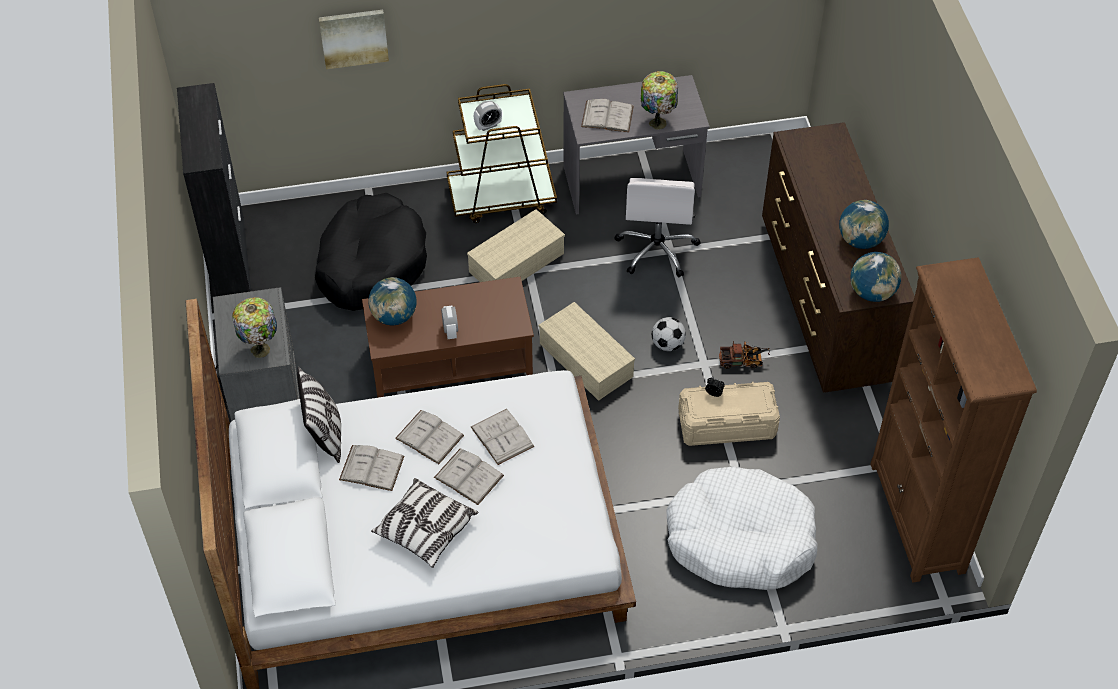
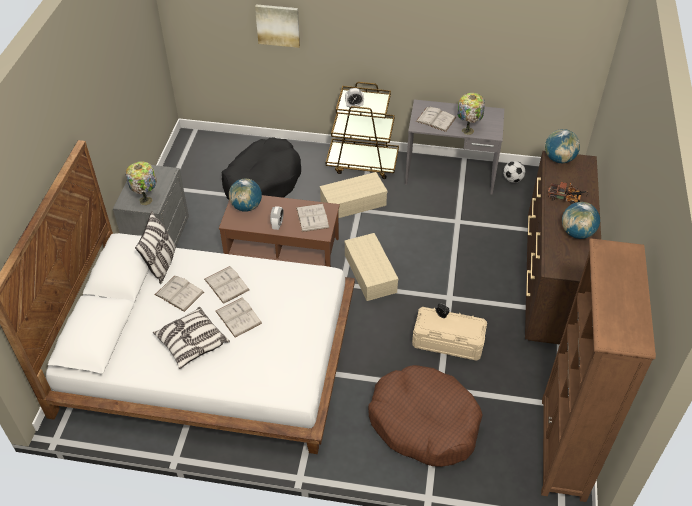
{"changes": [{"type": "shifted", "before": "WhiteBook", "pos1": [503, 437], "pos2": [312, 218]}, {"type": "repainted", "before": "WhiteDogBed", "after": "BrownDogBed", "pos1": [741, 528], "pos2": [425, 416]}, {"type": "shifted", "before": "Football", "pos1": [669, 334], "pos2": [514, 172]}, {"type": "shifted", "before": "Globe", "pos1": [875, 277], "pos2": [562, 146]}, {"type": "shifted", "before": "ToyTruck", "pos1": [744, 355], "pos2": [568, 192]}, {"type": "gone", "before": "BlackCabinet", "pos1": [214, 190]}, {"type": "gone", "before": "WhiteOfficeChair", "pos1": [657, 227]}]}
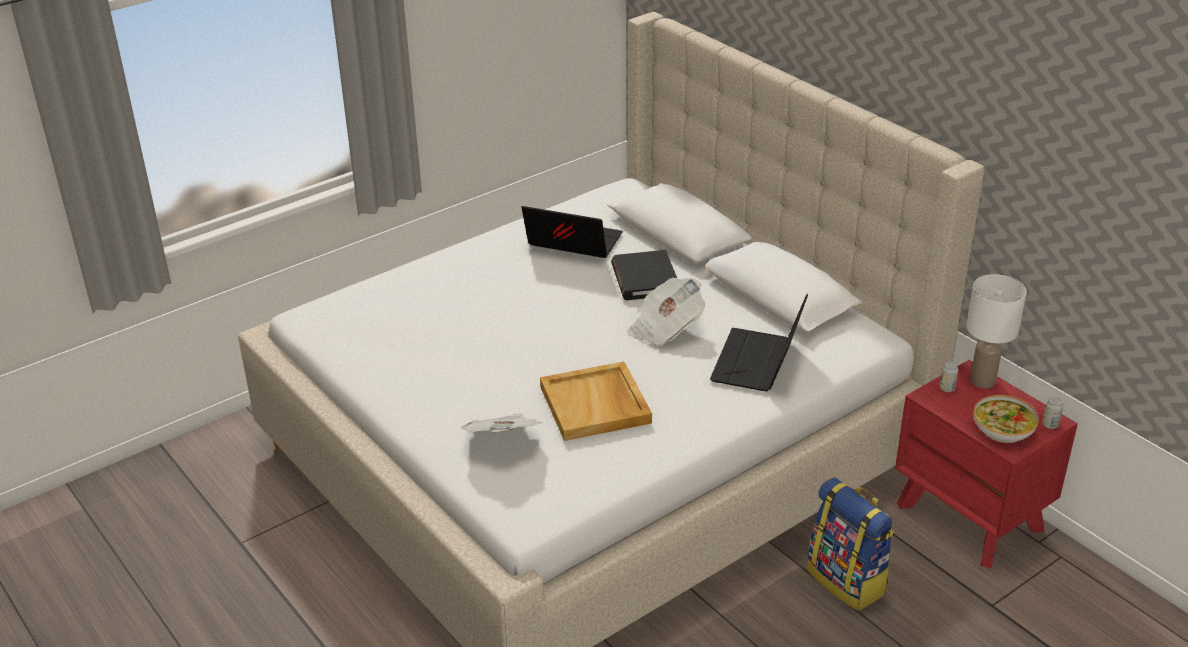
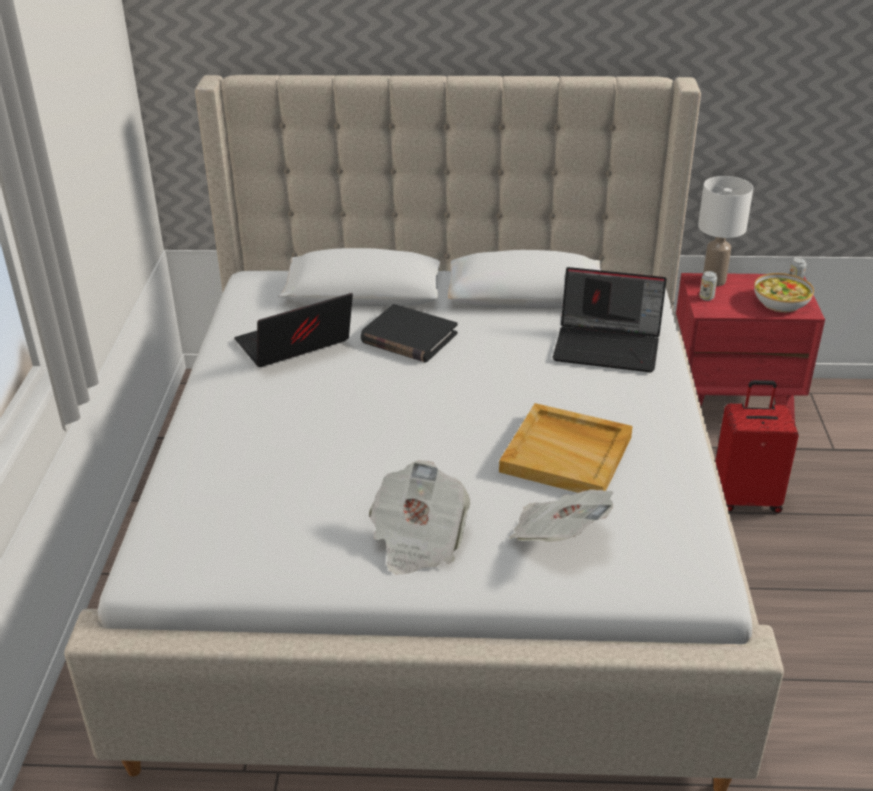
{"changes": [{"type": "shifted", "before": "Newspaper", "pos1": [666, 312], "pos2": [420, 517]}, {"type": "rotated", "before": "Laptop", "pos1": [759, 343], "pos2": [610, 319], "turn": -45}, {"type": "swapped", "before": "Backpack", "after": "RedSuitcase", "pos1": [851, 544], "pos2": [757, 446]}]}
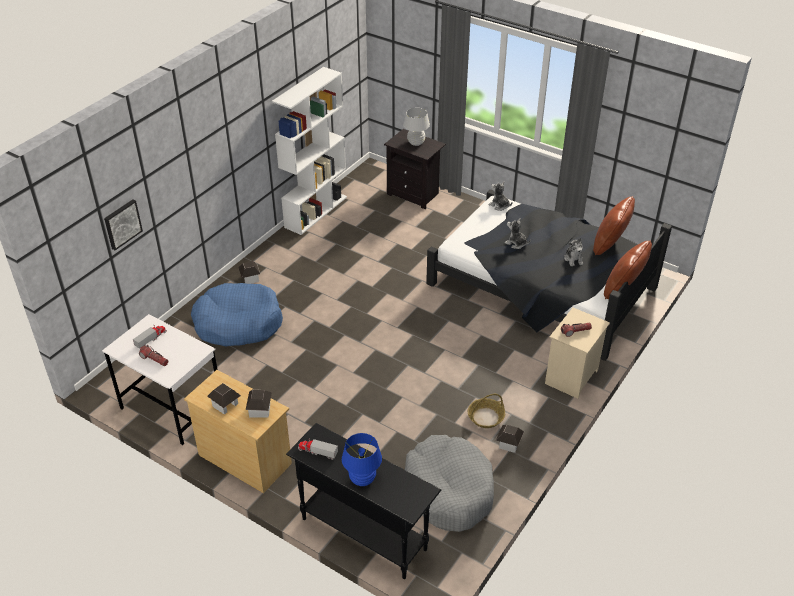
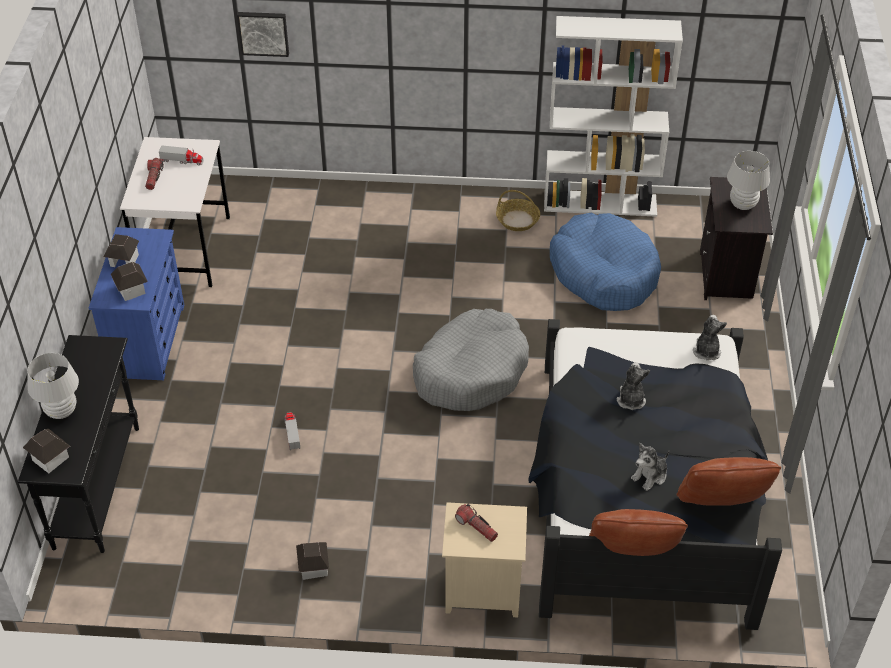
{"changes": [{"type": "shifted", "before": "ToyHouse", "pos1": [249, 272], "pos2": [46, 451]}, {"type": "repainted", "before": "BlueTableLamp", "after": "WhiteTableLamp", "pos1": [362, 459], "pos2": [53, 386]}, {"type": "repainted", "before": "BeigeDresser", "after": "BlueDresser", "pos1": [238, 431], "pos2": [136, 303]}, {"type": "shifted", "before": "ToyTruck", "pos1": [318, 449], "pos2": [292, 431]}, {"type": "shifted", "before": "GreyDogBed", "pos1": [449, 483], "pos2": [471, 360]}, {"type": "shifted", "before": "Basket", "pos1": [486, 411], "pos2": [518, 210]}, {"type": "shifted", "before": "BlueDogBed", "pos1": [237, 314], "pos2": [605, 262]}]}
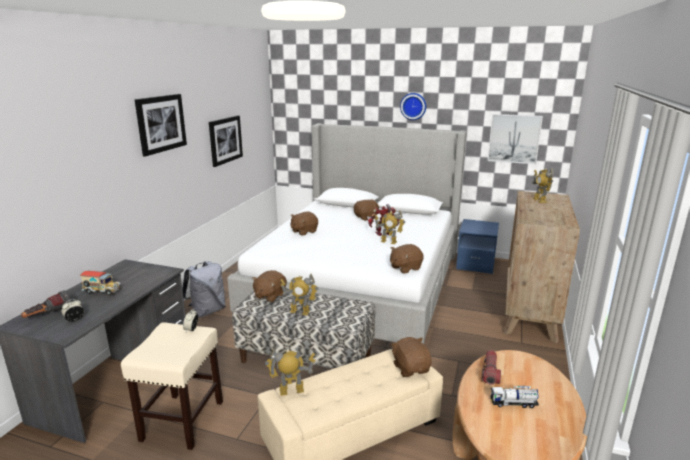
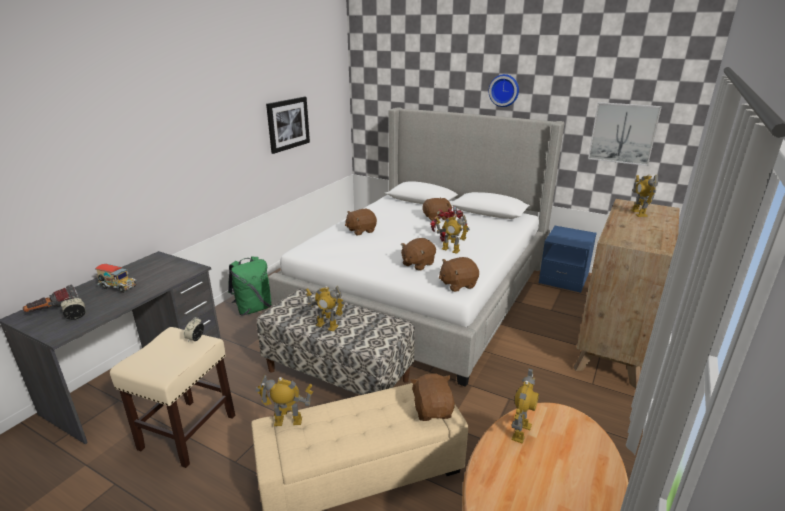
{"changes": [{"type": "repainted", "before": "GreyBackpack", "after": "GreenBackpack", "pos1": [203, 289], "pos2": [250, 285]}, {"type": "shifted", "before": "BrownPlushToy", "pos1": [269, 286], "pos2": [418, 254]}, {"type": "swapped", "before": "Flashlight", "after": "ToyRobot", "pos1": [491, 367], "pos2": [525, 406]}, {"type": "gone", "before": "Picture", "pos1": [161, 125]}, {"type": "gone", "before": "ToyTruck", "pos1": [515, 397]}]}
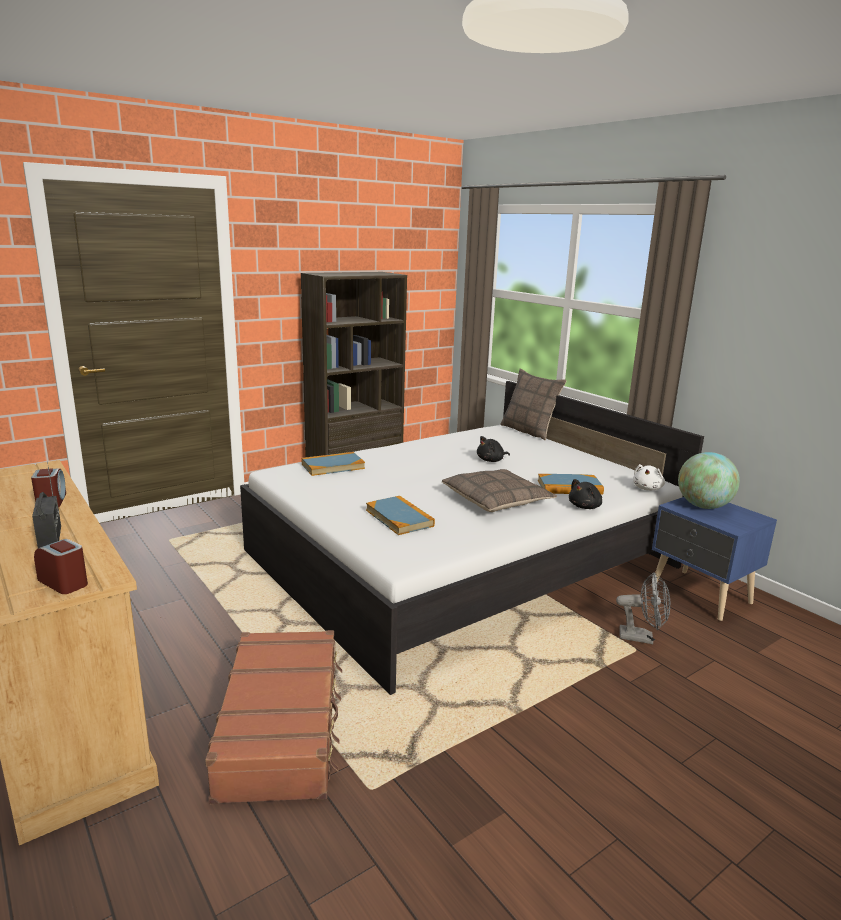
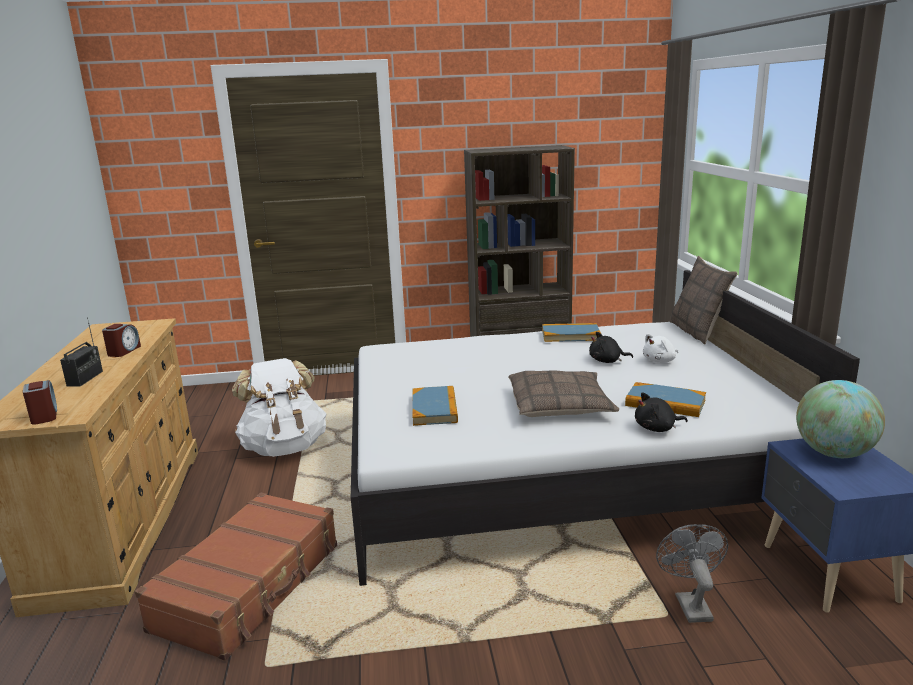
{"changes": [{"type": "new", "after": "WhiteBackpack", "pos2": [279, 407]}, {"type": "shifted", "before": "Book", "pos1": [333, 464], "pos2": [571, 332]}, {"type": "shifted", "before": "WhitePlushToy", "pos1": [649, 477], "pos2": [660, 348]}, {"type": "rotated", "before": "GreyFan", "pos1": [643, 608], "pos2": [692, 573], "turn": -135}]}
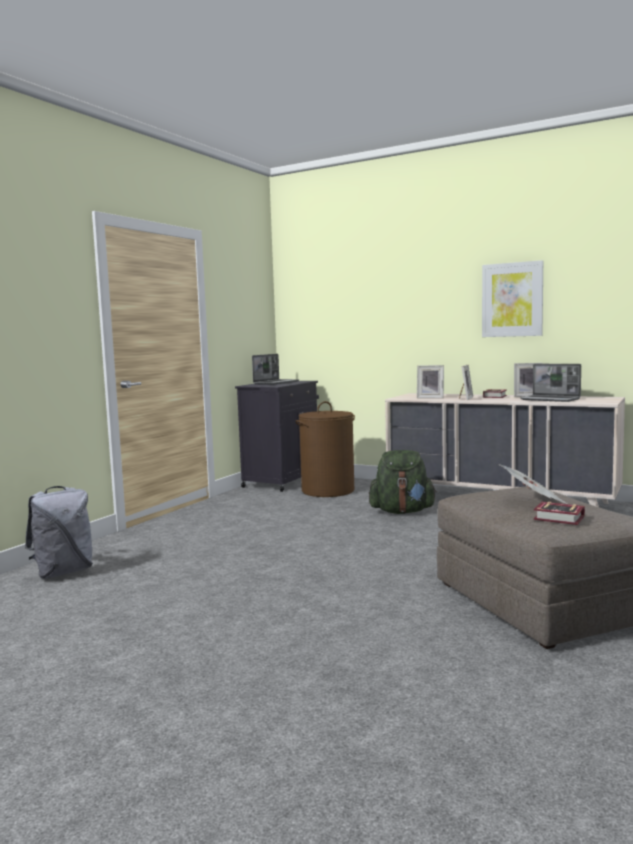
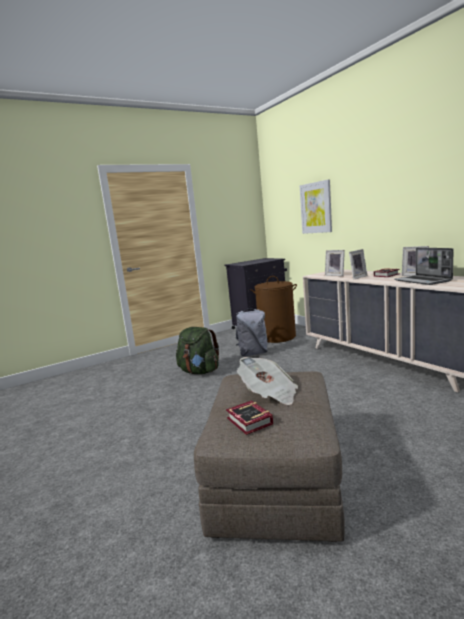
{"changes": [{"type": "shifted", "before": "GreenBackpack", "pos1": [403, 482], "pos2": [197, 350]}, {"type": "shifted", "before": "GreyBackpack", "pos1": [59, 532], "pos2": [252, 332]}, {"type": "shifted", "before": "Picture", "pos1": [512, 298], "pos2": [316, 206]}, {"type": "gone", "before": "Laptop", "pos1": [275, 369]}]}
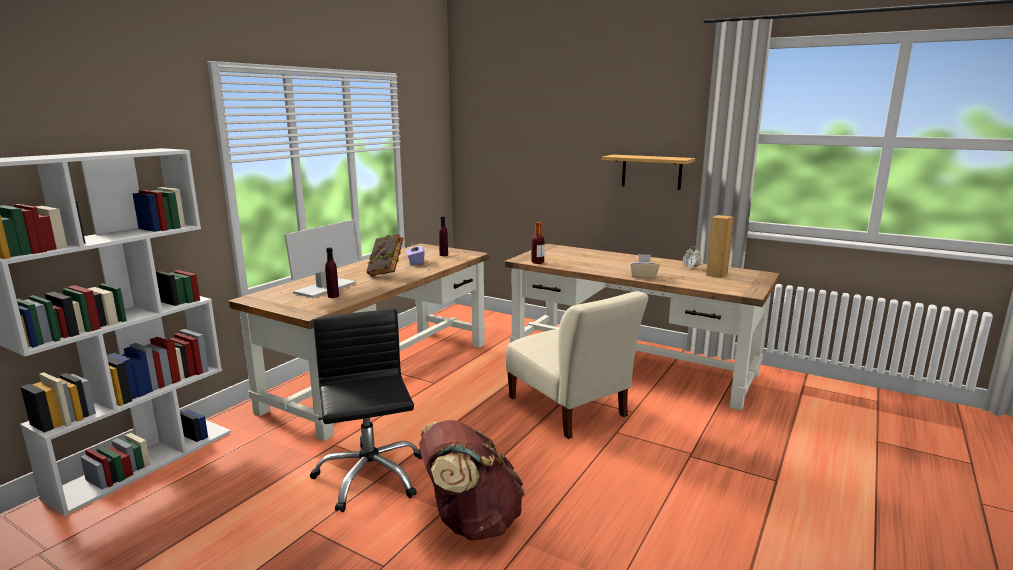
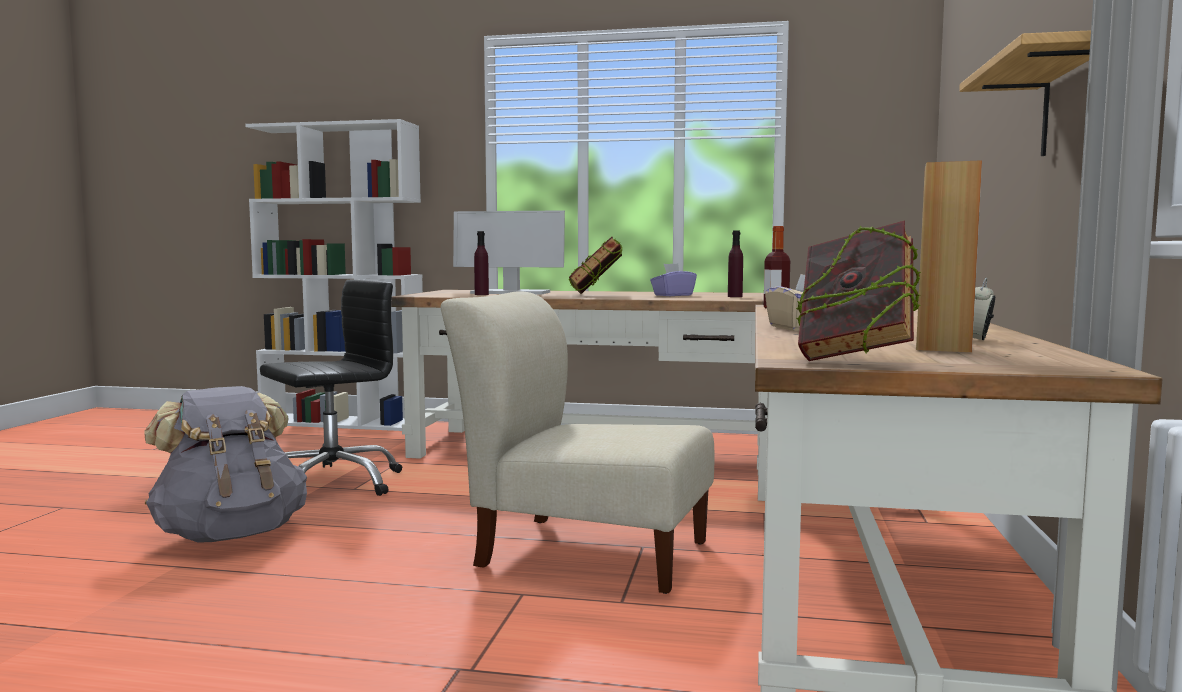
{"changes": [{"type": "repainted", "before": "BrownBackpack", "after": "GreyBackpack", "pos1": [472, 480], "pos2": [225, 464]}, {"type": "rotated", "before": "BeigeChair", "pos1": [577, 365], "pos2": [577, 442], "turn": 75}, {"type": "new", "after": "Book", "pos2": [858, 290]}]}
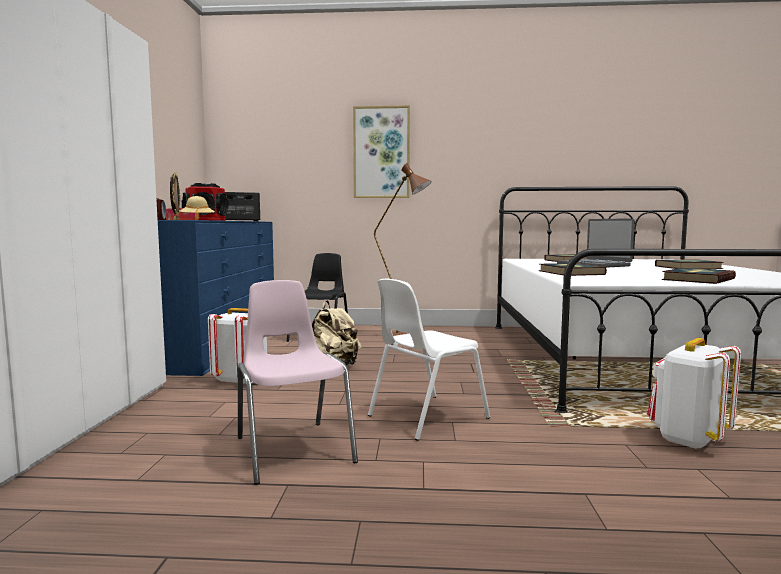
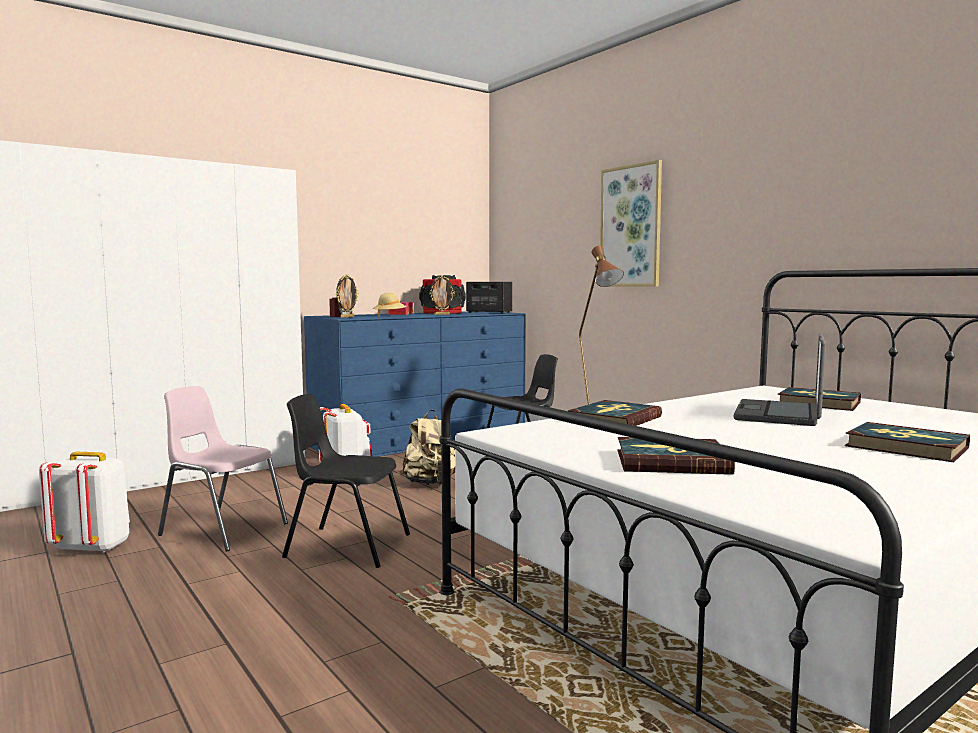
{"changes": [{"type": "shifted", "before": "WhiteBackpack", "pos1": [694, 394], "pos2": [84, 502]}, {"type": "rotated", "before": "PinkChair", "pos1": [298, 382], "pos2": [223, 469], "turn": -90}, {"type": "repainted", "before": "WhiteChair", "after": "BlackChair", "pos1": [429, 360], "pos2": [346, 481]}, {"type": "new", "after": "PictureFrame", "pos2": [442, 295]}]}
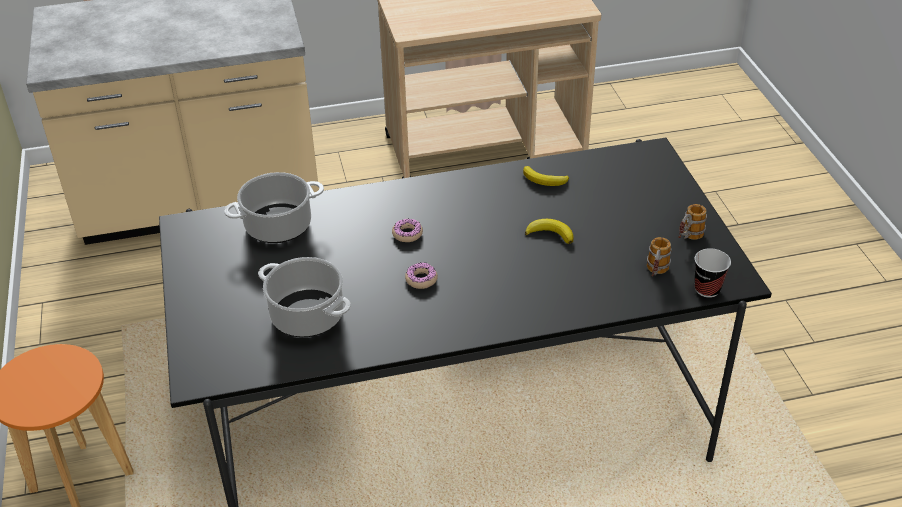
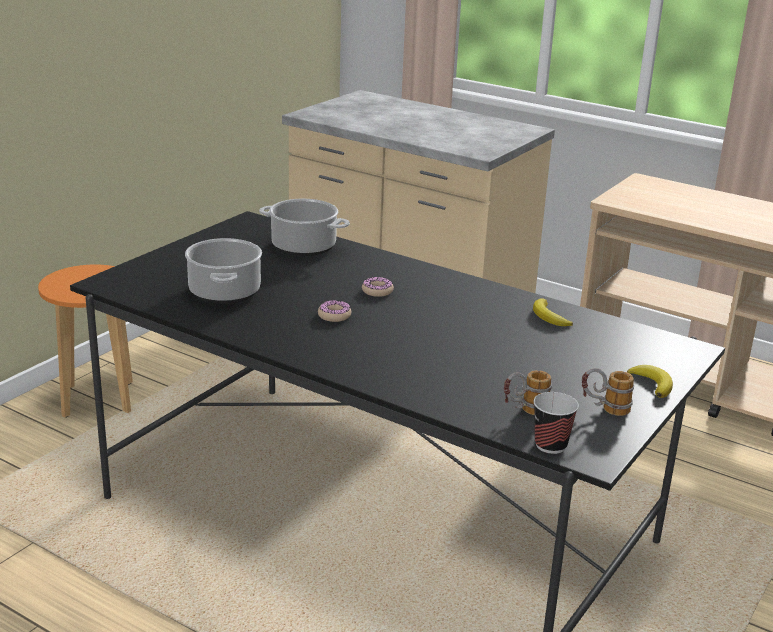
{"changes": [{"type": "shifted", "before": "Banana", "pos1": [549, 231], "pos2": [650, 381]}]}
